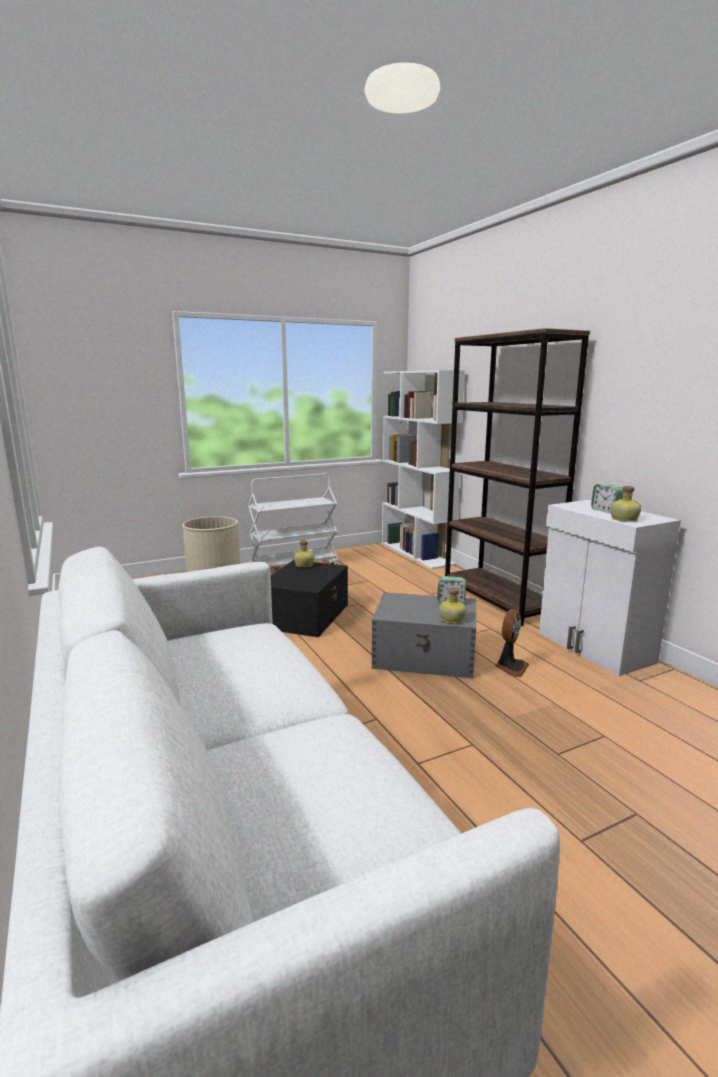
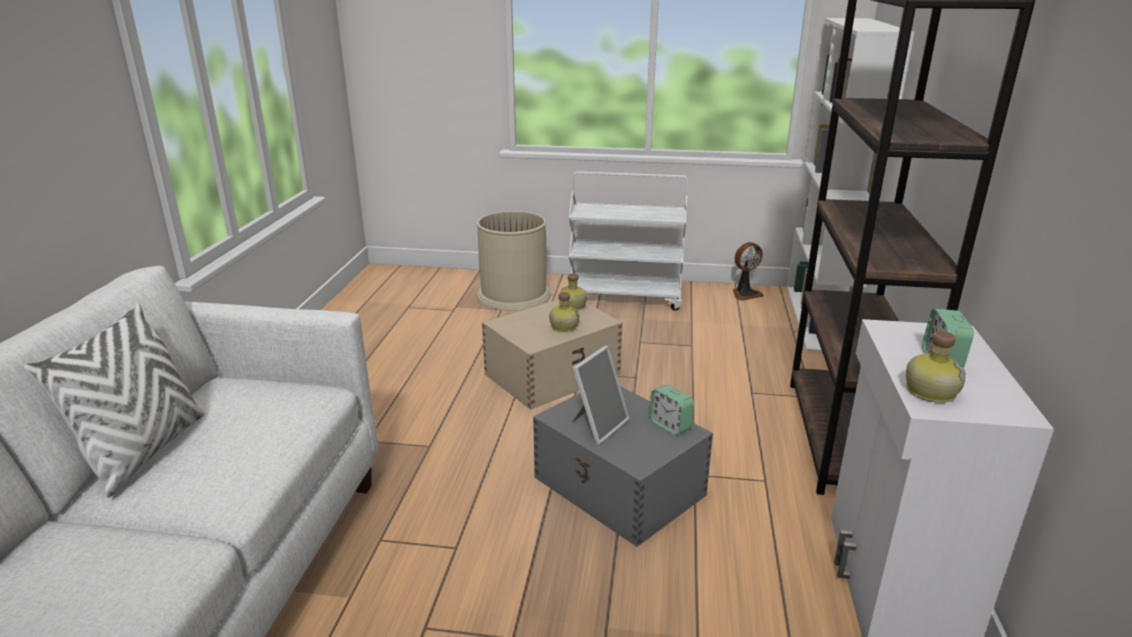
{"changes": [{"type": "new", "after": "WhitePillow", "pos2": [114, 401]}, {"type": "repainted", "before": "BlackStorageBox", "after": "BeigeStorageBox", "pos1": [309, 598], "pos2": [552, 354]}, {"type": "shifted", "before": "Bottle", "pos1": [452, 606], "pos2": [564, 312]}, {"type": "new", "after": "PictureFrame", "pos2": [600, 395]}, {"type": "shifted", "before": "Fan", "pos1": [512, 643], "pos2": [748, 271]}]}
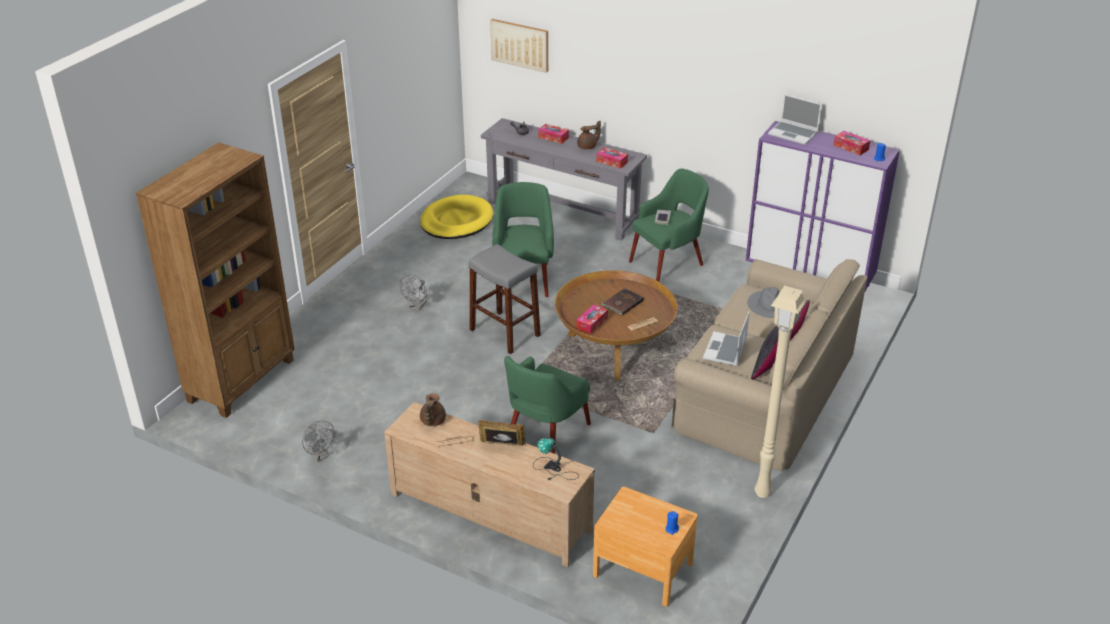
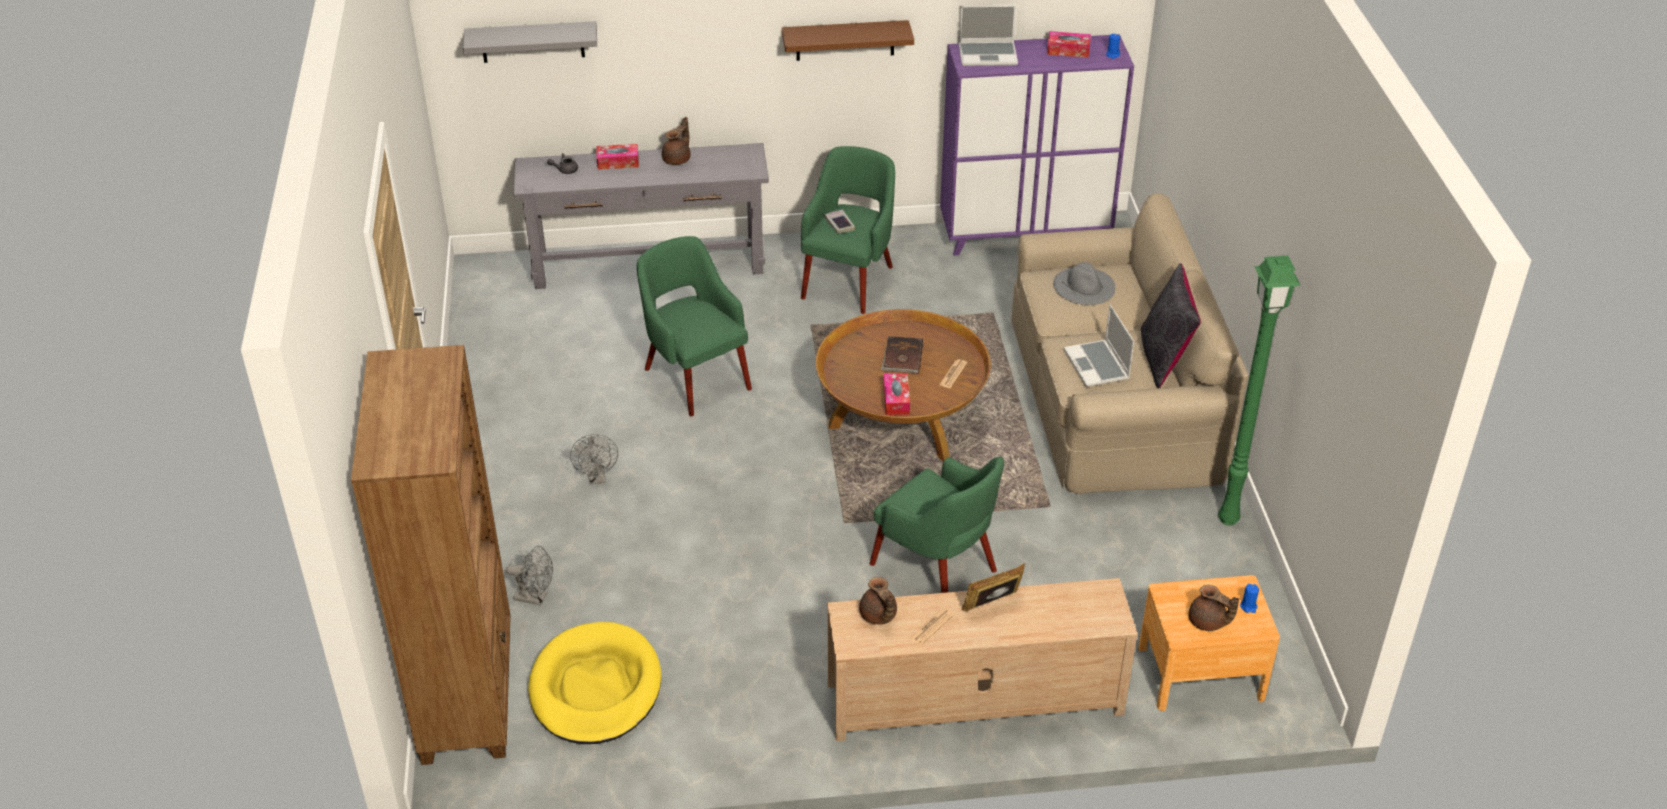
{"changes": [{"type": "swapped", "before": "Picture", "after": "GreyShelf", "pos1": [519, 46], "pos2": [530, 42]}, {"type": "shifted", "before": "GreyFan", "pos1": [318, 441], "pos2": [529, 575]}, {"type": "shifted", "before": "YellowDogBed", "pos1": [456, 217], "pos2": [594, 683]}, {"type": "new", "after": "BrownShelf", "pos2": [848, 40]}, {"type": "rotated", "before": "GreenArmchair", "pos1": [547, 405], "pos2": [937, 525], "turn": -45}, {"type": "new", "after": "BrownTeapot", "pos2": [1214, 608]}, {"type": "repainted", "before": "BeigeFloorLamp", "after": "GreenFloorLamp", "pos1": [780, 392], "pos2": [1259, 390]}, {"type": "gone", "before": "GreyStool", "pos1": [504, 299]}, {"type": "gone", "before": "TableLamp", "pos1": [556, 459]}, {"type": "gone", "before": "TissueBox", "pos1": [612, 158]}]}
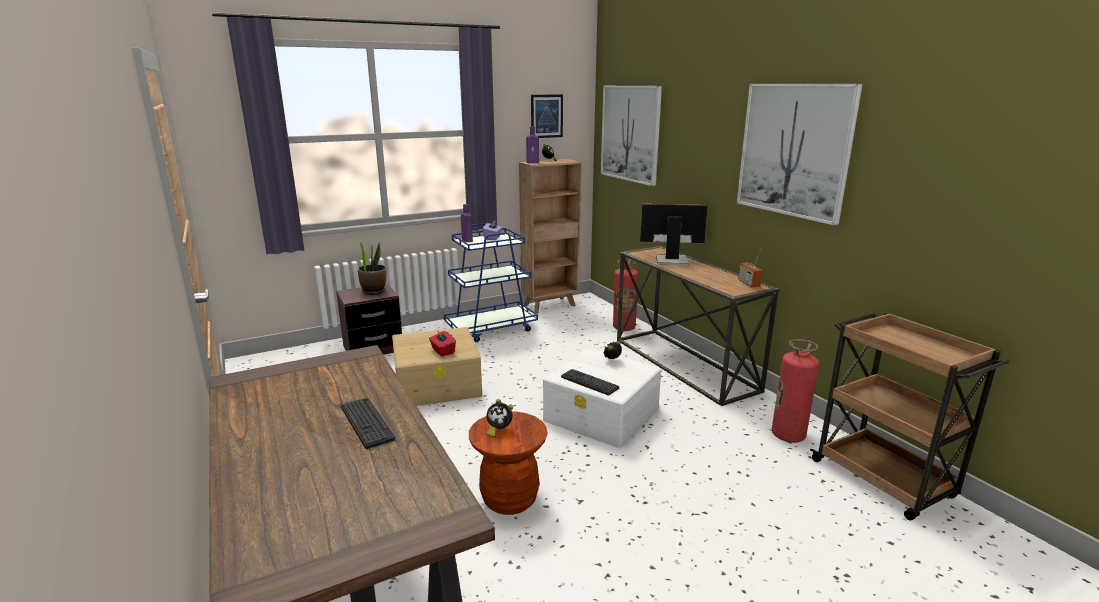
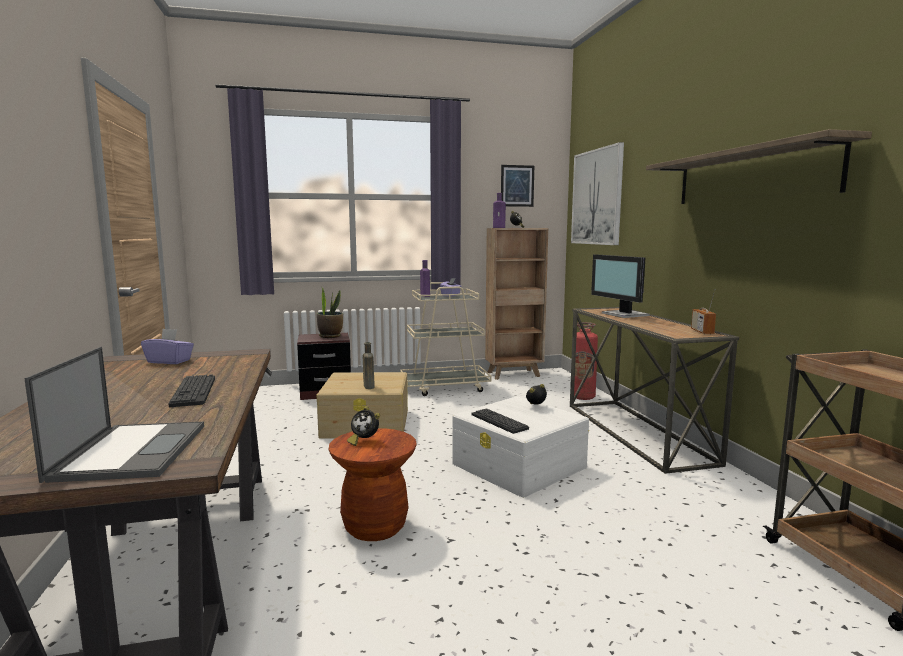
{"changes": [{"type": "new", "after": "Laptop", "pos2": [114, 415]}, {"type": "new", "after": "PurpleTissueBox", "pos2": [167, 346]}, {"type": "swapped", "before": "RedTissueBox", "after": "BrownBottle", "pos1": [442, 343], "pos2": [369, 365]}, {"type": "repainted", "before": "BlueCart", "after": "BeigeCart", "pos1": [491, 282], "pos2": [446, 339]}, {"type": "rotated", "before": "Monitor", "pos1": [674, 234], "pos2": [620, 286], "turn": -135}, {"type": "swapped", "before": "Picture", "after": "Shelf", "pos1": [800, 154], "pos2": [759, 166]}, {"type": "gone", "before": "FireExtinguisher", "pos1": [795, 391]}]}
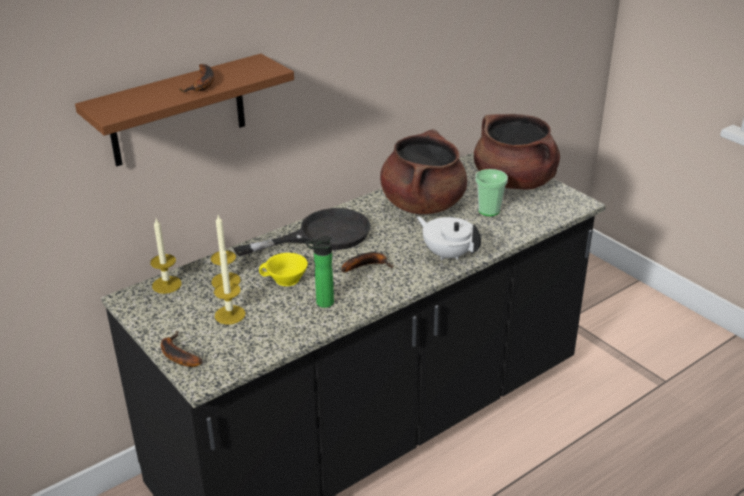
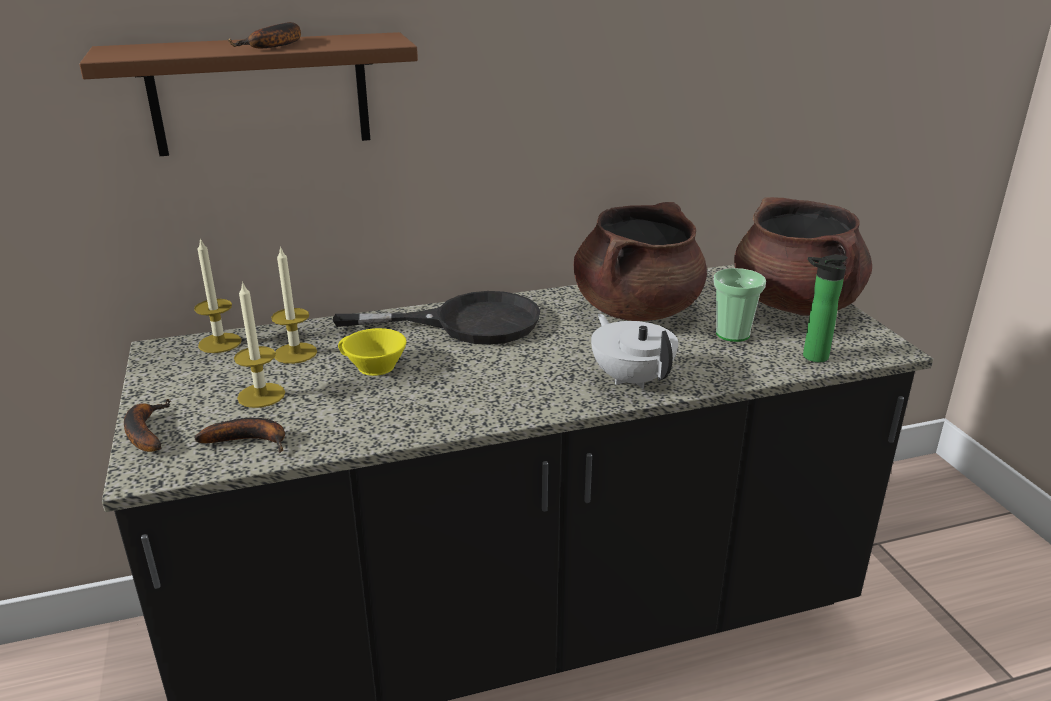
{"changes": [{"type": "shifted", "before": "Banana", "pos1": [367, 262], "pos2": [240, 436]}, {"type": "shifted", "before": "Bottle", "pos1": [319, 272], "pos2": [825, 308]}]}
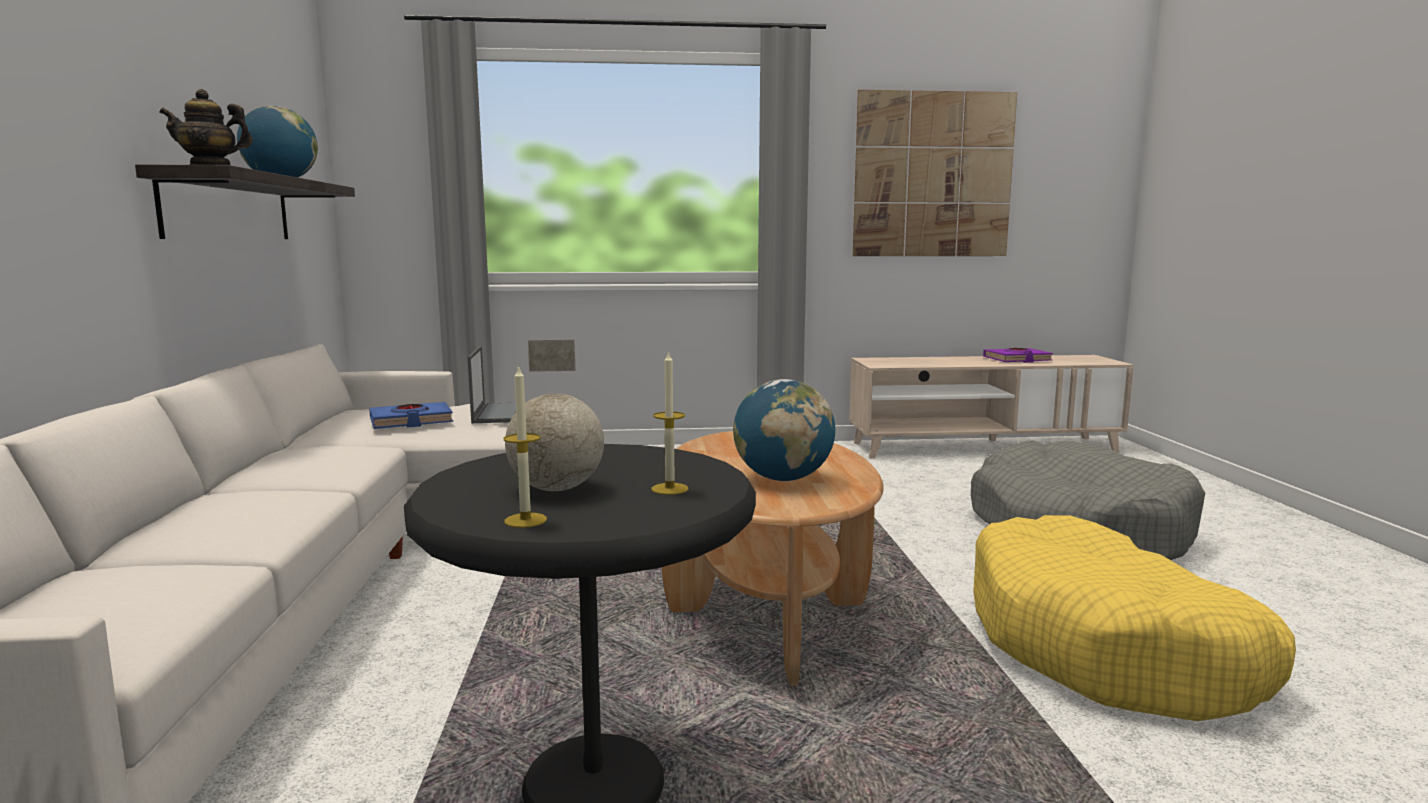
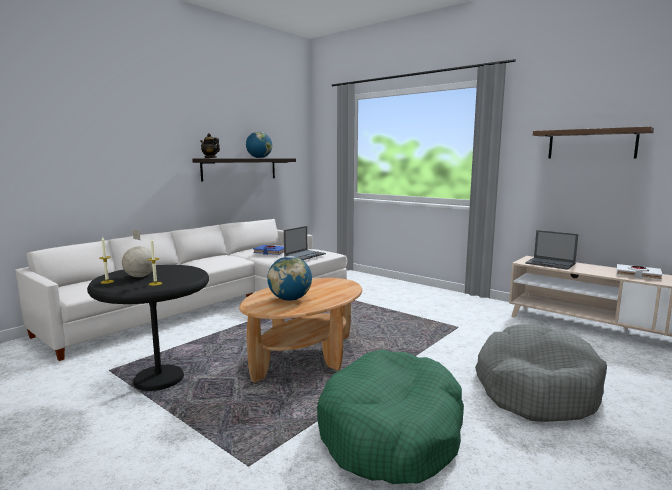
{"changes": [{"type": "repainted", "before": "YellowDogBed", "after": "GreenDogBed", "pos1": [1134, 618], "pos2": [390, 416]}, {"type": "new", "after": "Laptop", "pos2": [551, 250]}, {"type": "swapped", "before": "Picture", "after": "Shelf", "pos1": [935, 173], "pos2": [593, 143]}, {"type": "repainted", "before": "PurpleBook", "after": "WhiteBook", "pos1": [1018, 355], "pos2": [639, 272]}]}
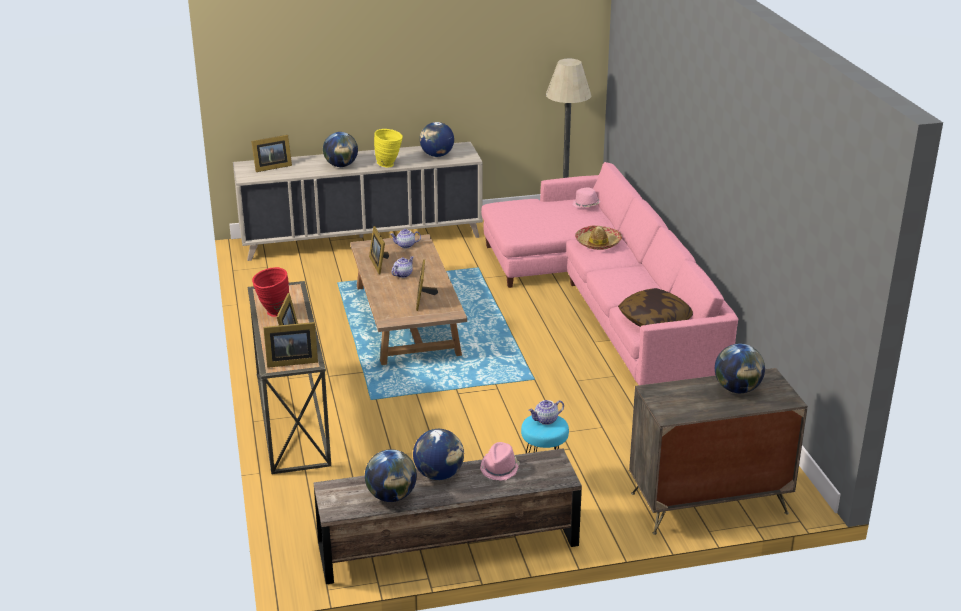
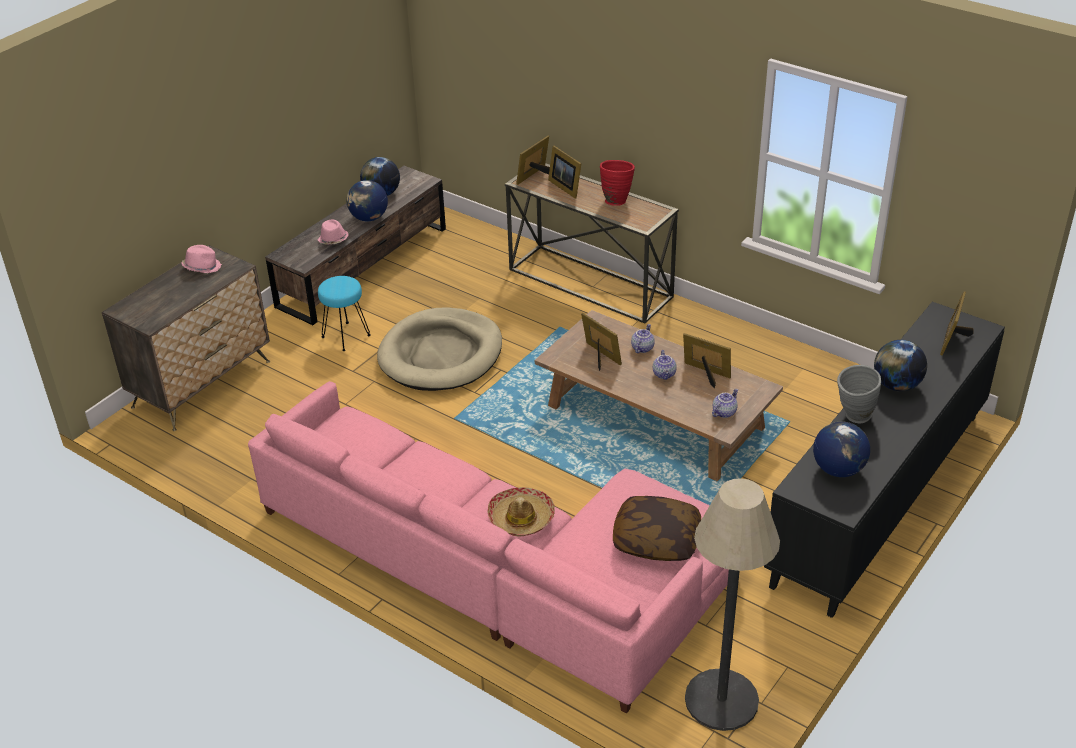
{"changes": [{"type": "shifted", "before": "PinkHat", "pos1": [586, 198], "pos2": [201, 259]}, {"type": "new", "after": "BeigeDogBed", "pos2": [439, 349]}, {"type": "shifted", "before": "Pillow", "pos1": [655, 307], "pos2": [657, 528]}, {"type": "shifted", "before": "Teapot", "pos1": [546, 412], "pos2": [643, 338]}, {"type": "repainted", "before": "BeigeCabinet", "after": "BlackCabinet", "pos1": [358, 201], "pos2": [884, 460]}, {"type": "repainted", "before": "YellowVase", "after": "GreyVase", "pos1": [388, 148], "pos2": [859, 394]}, {"type": "gone", "before": "Globe", "pos1": [740, 368]}]}
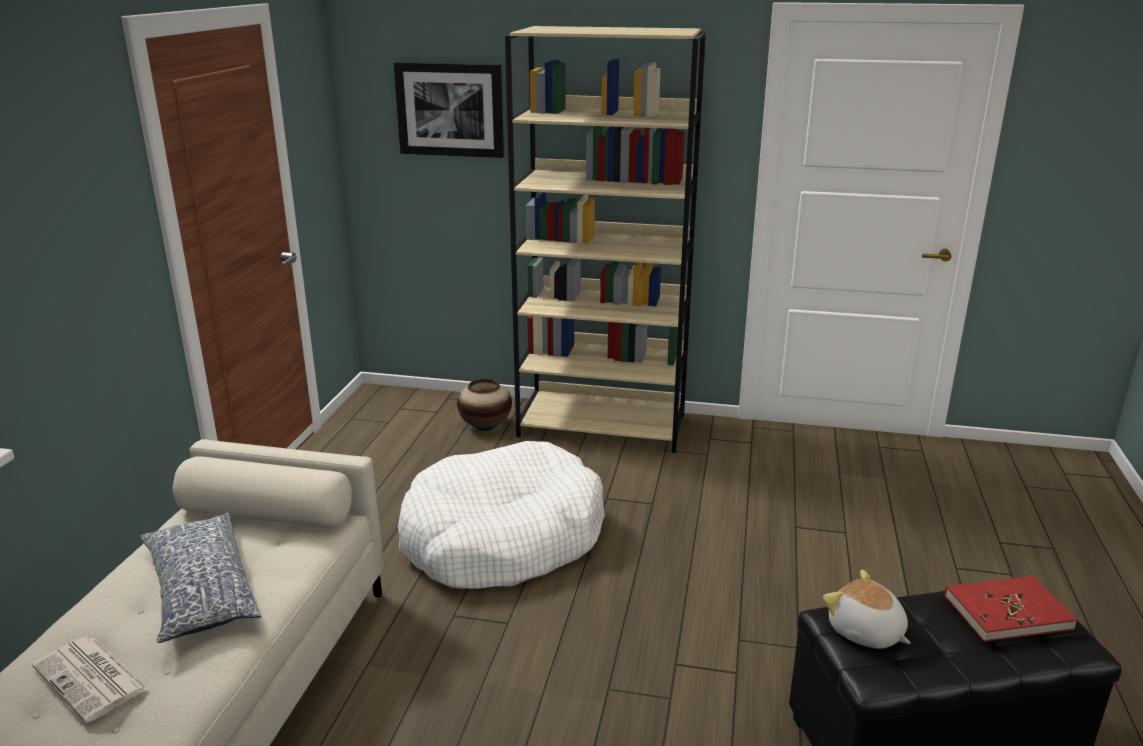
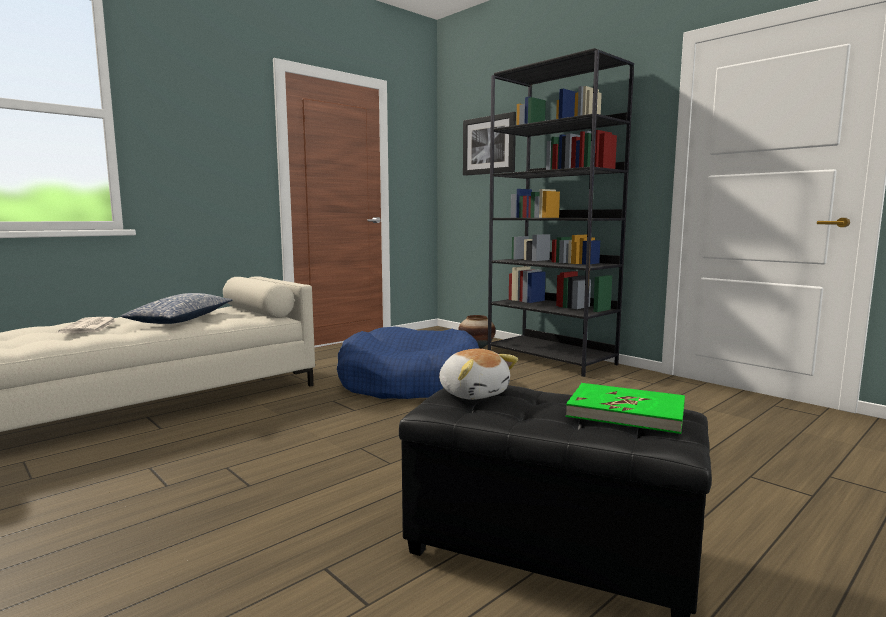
{"changes": [{"type": "repainted", "before": "WhiteDogBed", "after": "BlueDogBed", "pos1": [501, 515], "pos2": [408, 362]}, {"type": "rotated", "before": "PlushToy", "pos1": [866, 609], "pos2": [478, 374], "turn": 150}, {"type": "repainted", "before": "BeigeBookcase", "after": "BlackBookcase", "pos1": [605, 239], "pos2": [561, 212]}, {"type": "repainted", "before": "RedBook", "after": "GreenBook", "pos1": [1011, 609], "pos2": [625, 408]}]}
